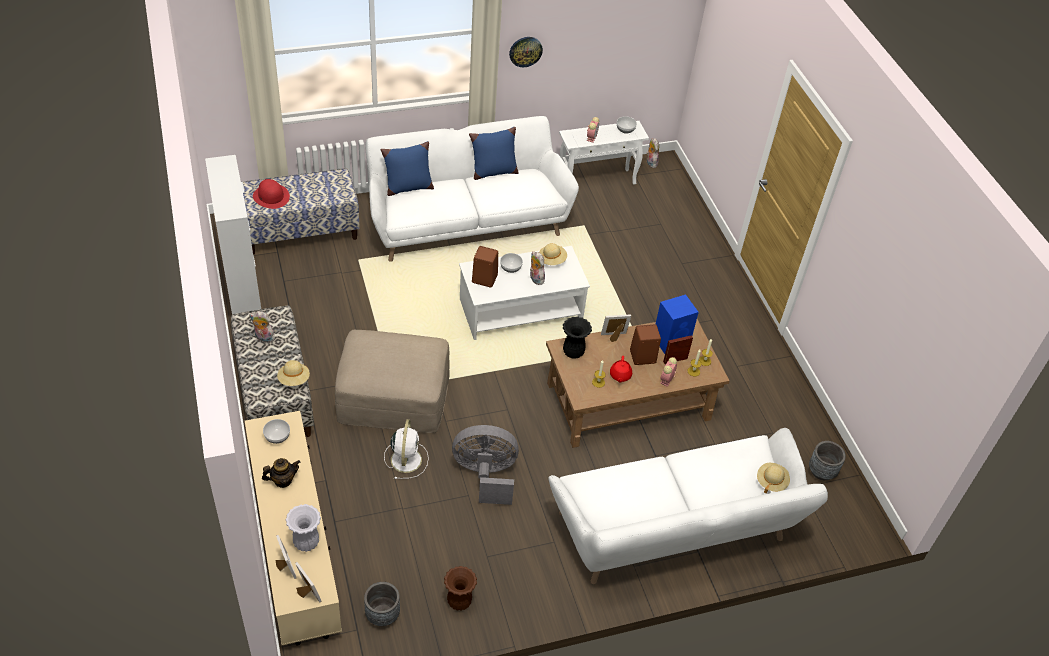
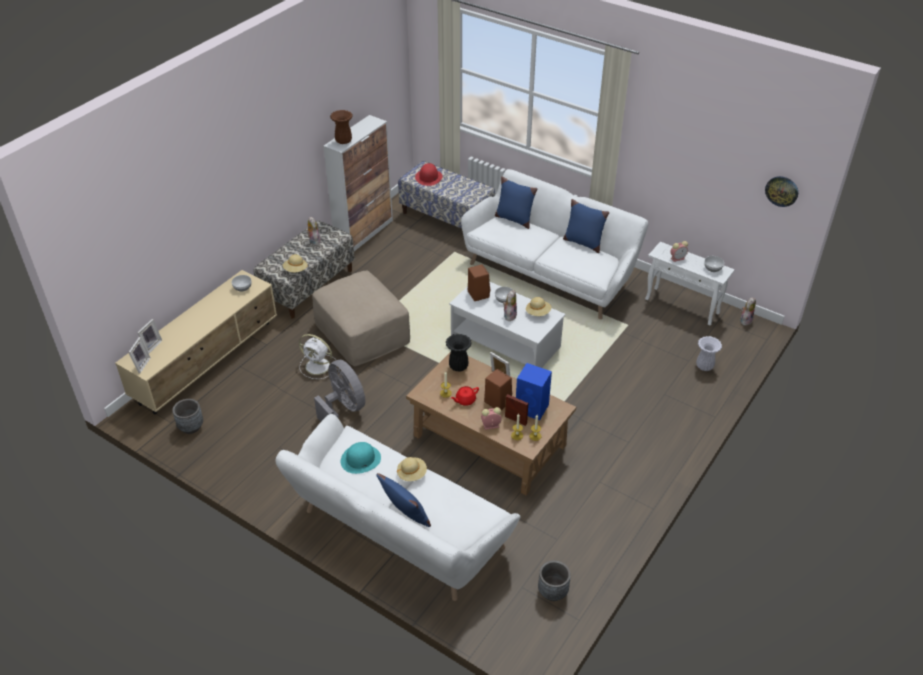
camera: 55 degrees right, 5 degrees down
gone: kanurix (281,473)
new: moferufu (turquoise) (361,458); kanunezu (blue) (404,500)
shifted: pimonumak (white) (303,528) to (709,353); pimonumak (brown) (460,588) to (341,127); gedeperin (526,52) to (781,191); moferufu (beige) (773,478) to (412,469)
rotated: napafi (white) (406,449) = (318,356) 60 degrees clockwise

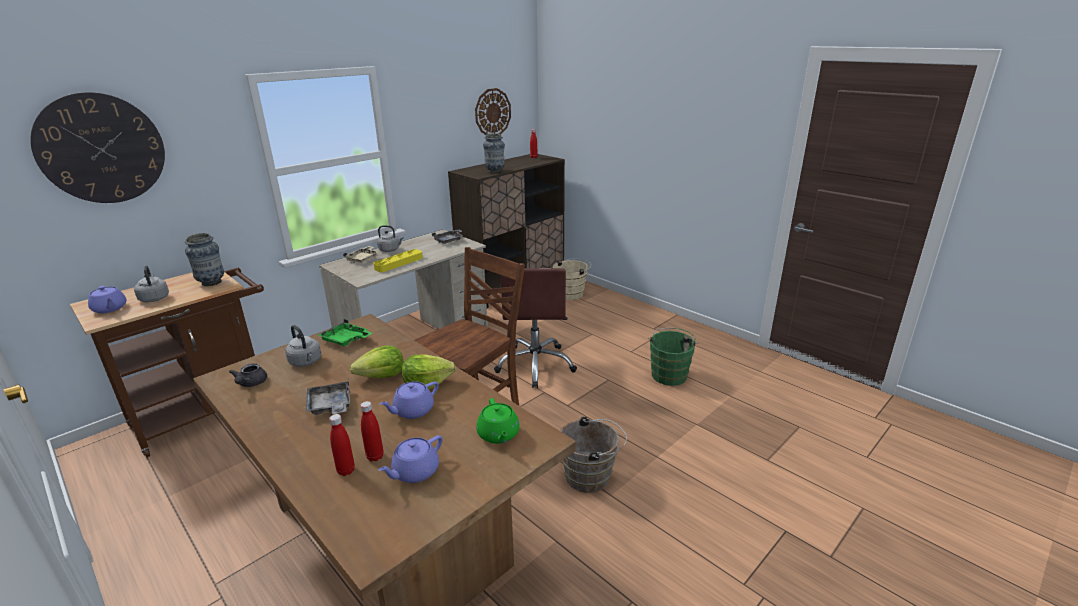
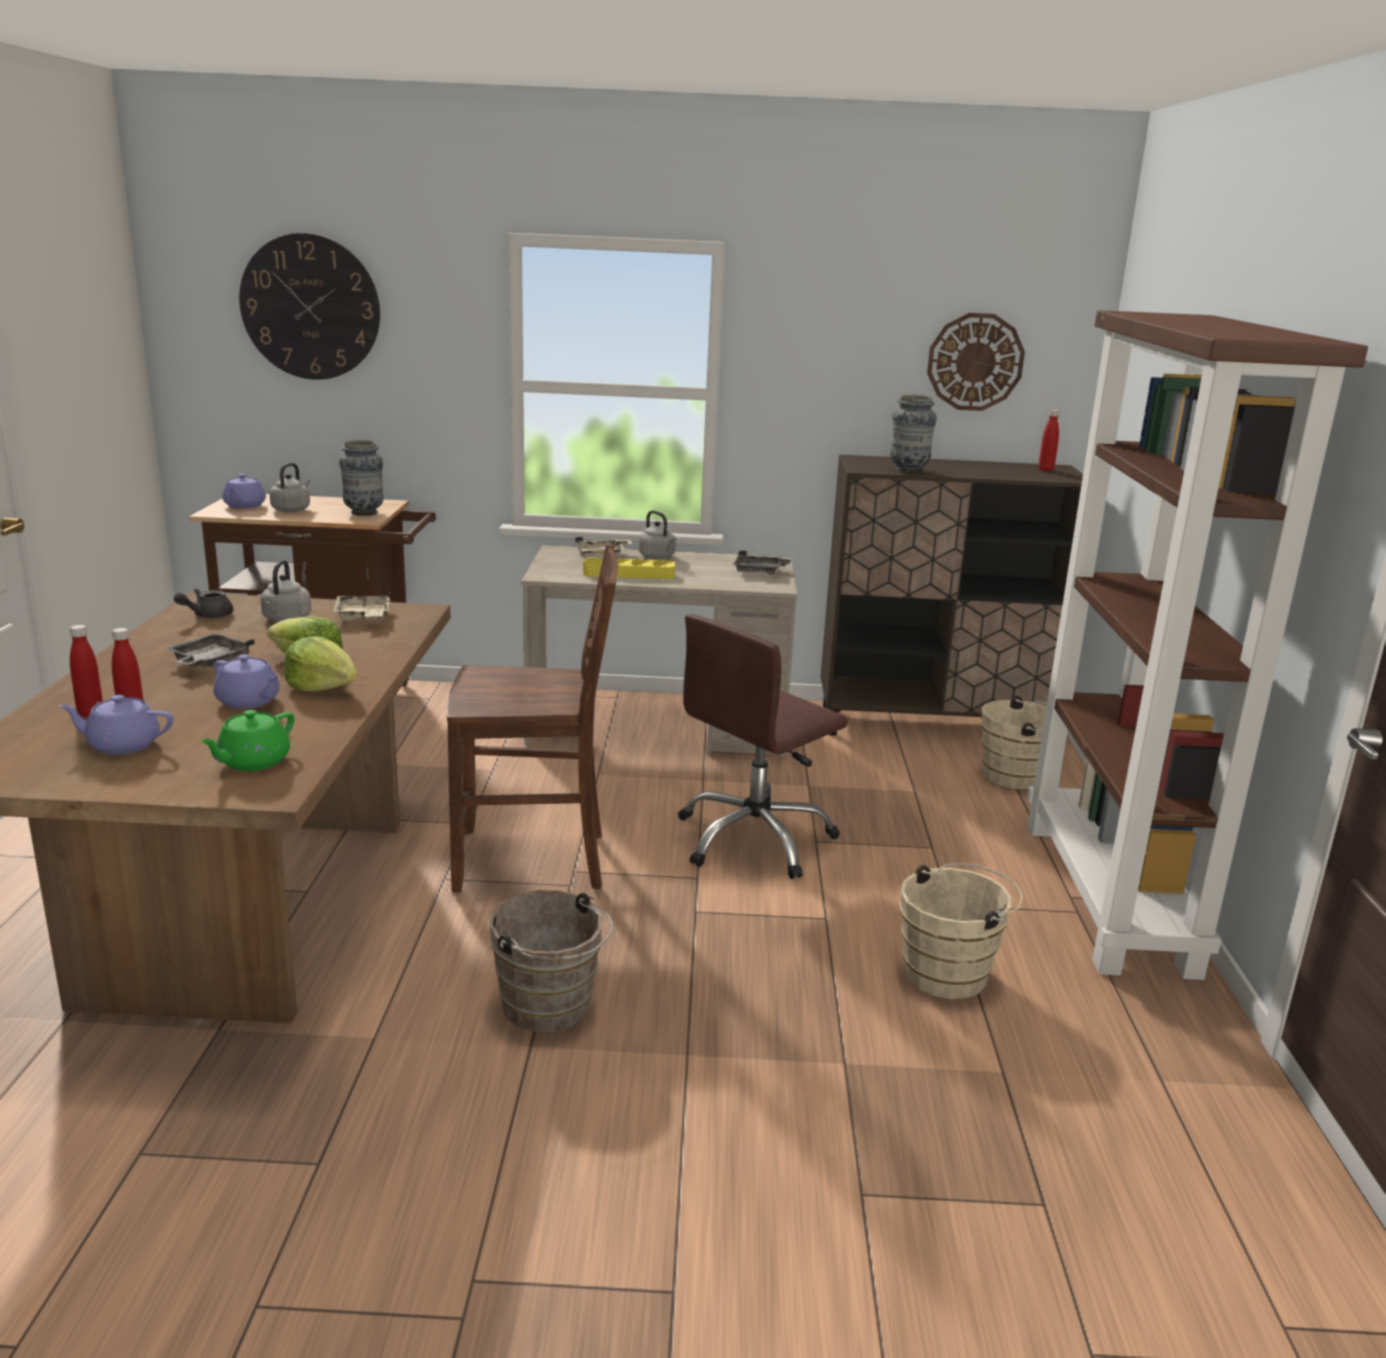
camera: 45 degrees right, 5 degrees down
new: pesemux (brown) (1197,645)
repainted: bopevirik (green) (345,332) to bopevirik (beige) (361,606); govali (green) (673,357) to govali (beige) (961,931)
rotated: kanurix (purple) (409,400) = (246,681) 150 degrees counterclockwise

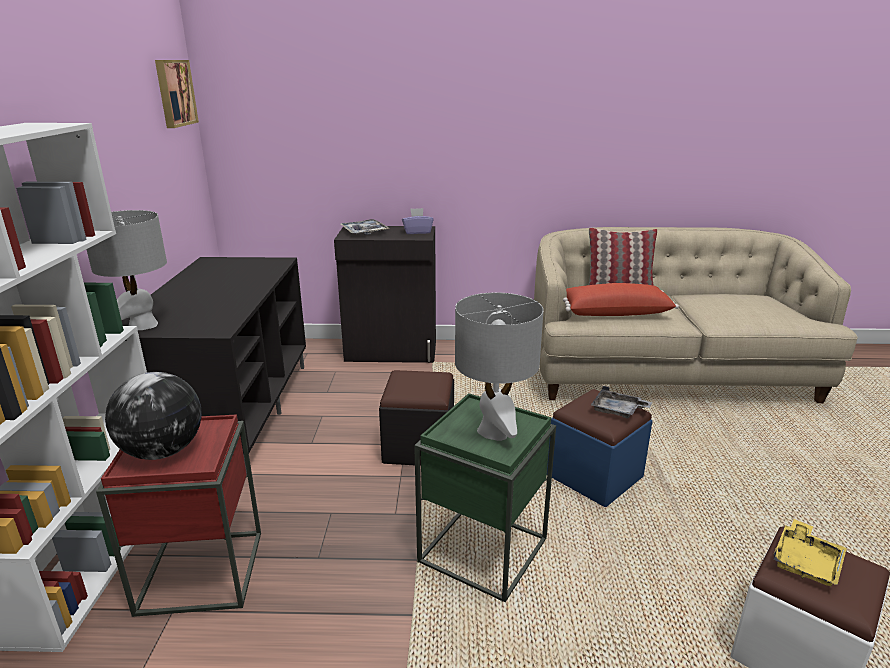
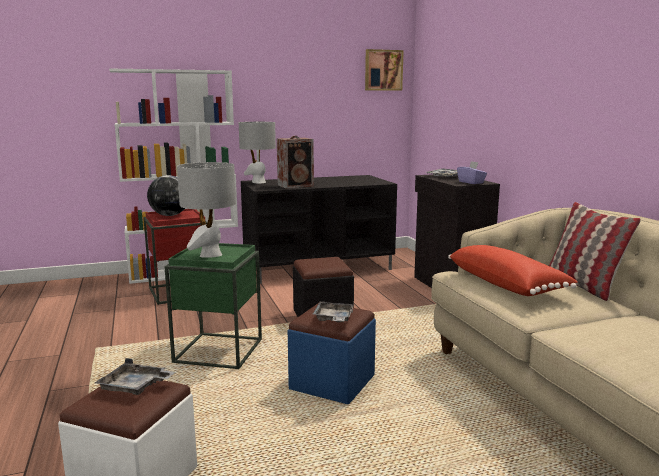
camera: 70 degrees right, 10 degrees down
new: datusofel (295,162)
repainted: bopevirik (yellow) (810,552) to bopevirik (grey) (135,376)

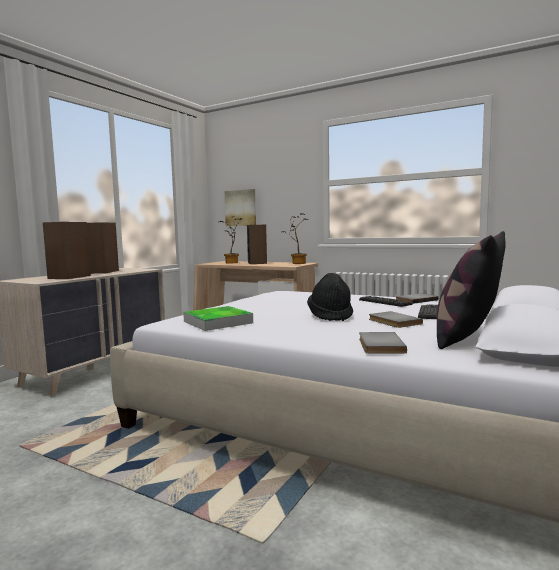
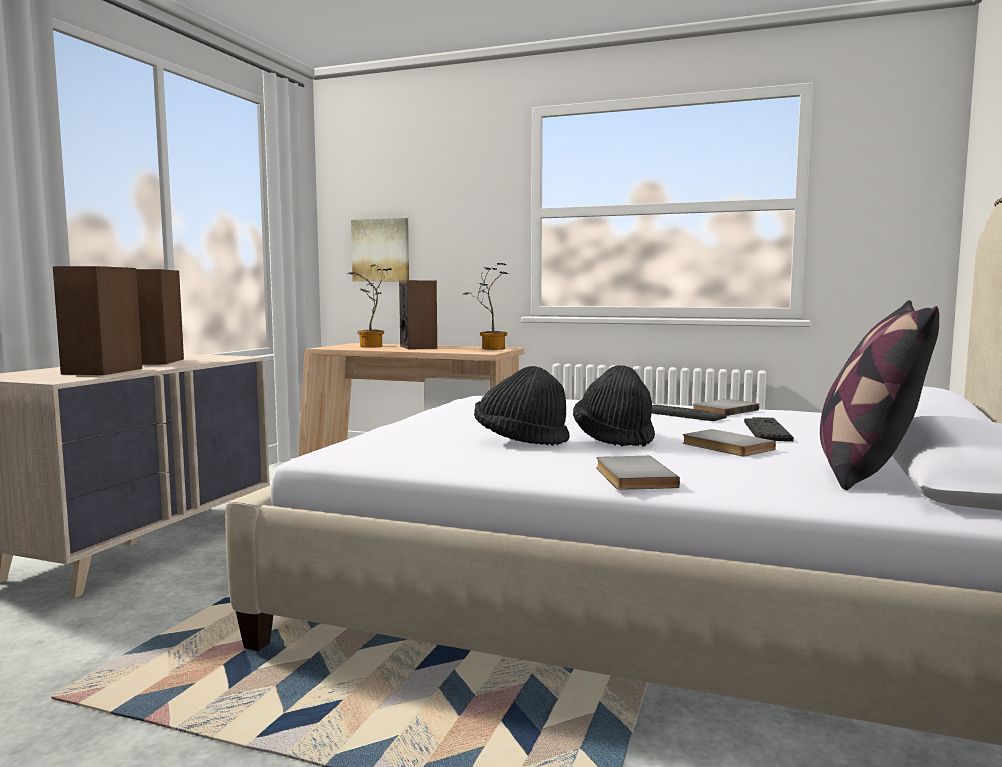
camera: 10 degrees left, 0 degrees up
gone: bopevirik (218,318)
new: moferufu (black) (521,406)
shifted: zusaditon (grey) (383,343) to (638,473)

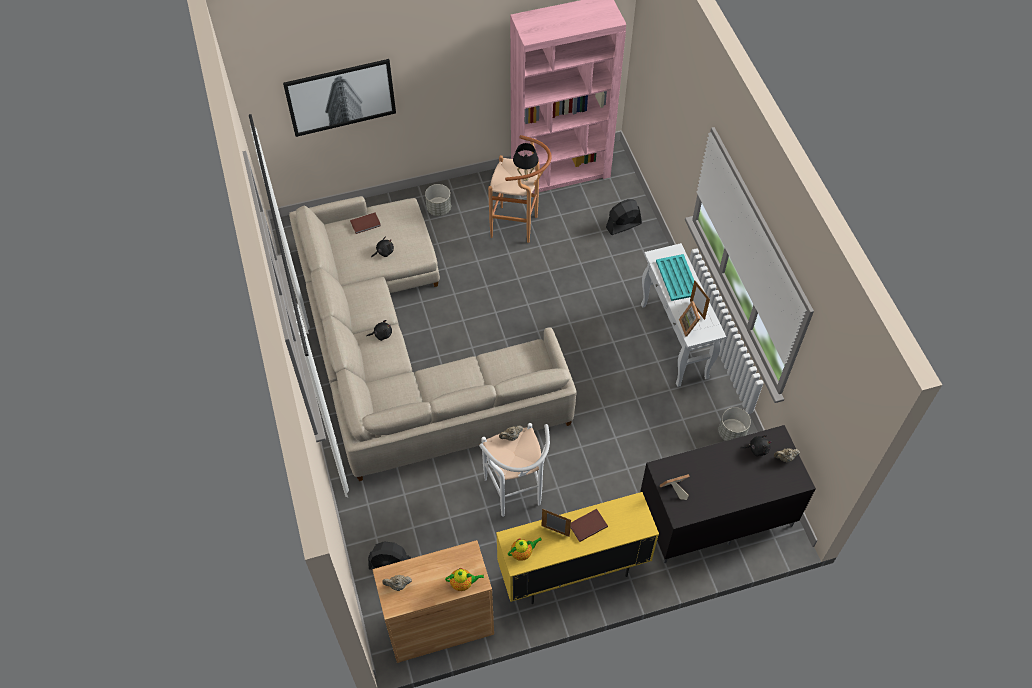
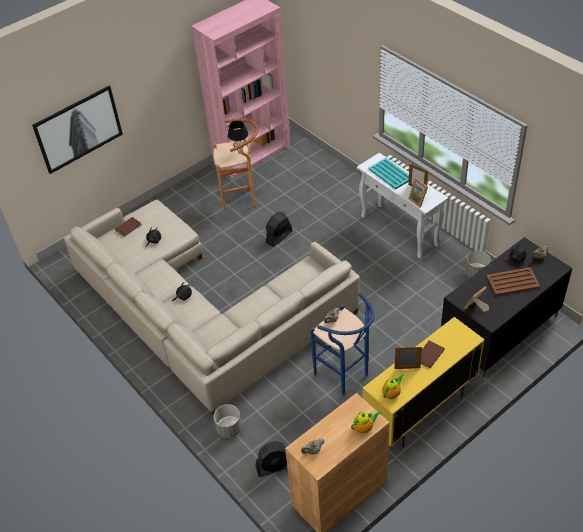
camera: 20 degrees left, 10 degrees down
new: bopevirik (brown) (513,281)
shifted: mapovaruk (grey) (438,200) to (228,421); napafi (black) (624,217) to (279,229)
repainted: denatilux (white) (514,470) to denatilux (blue) (342,344)

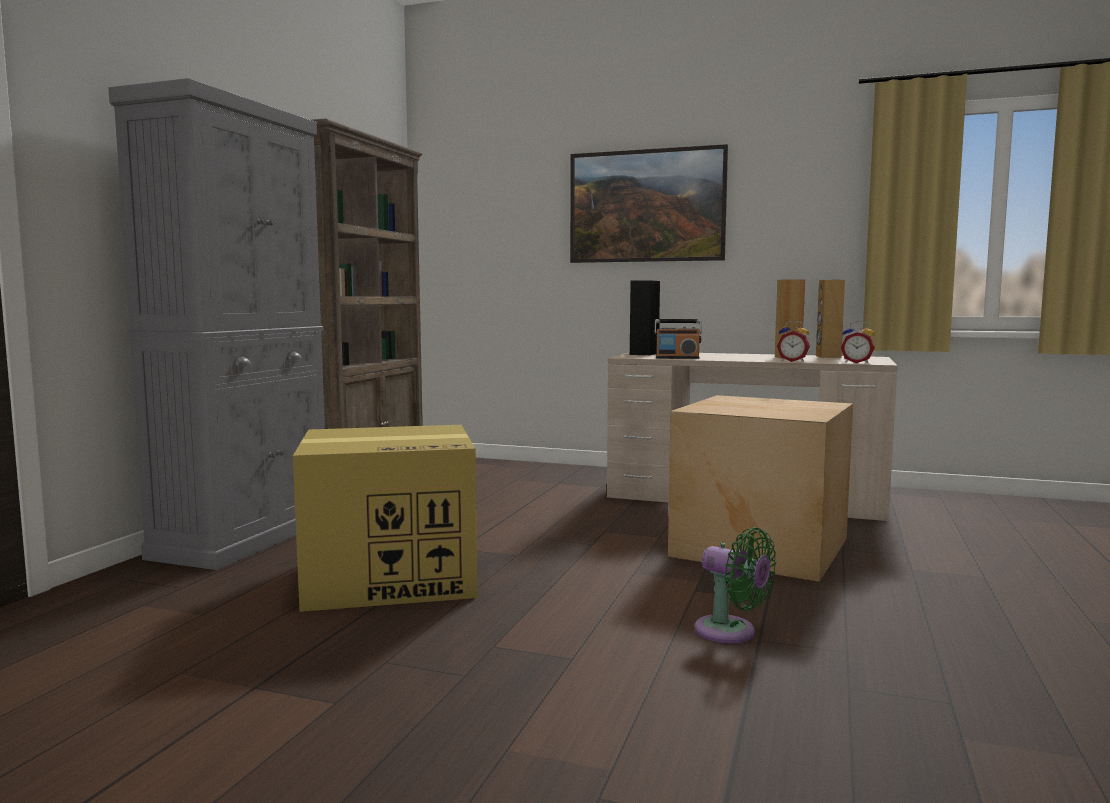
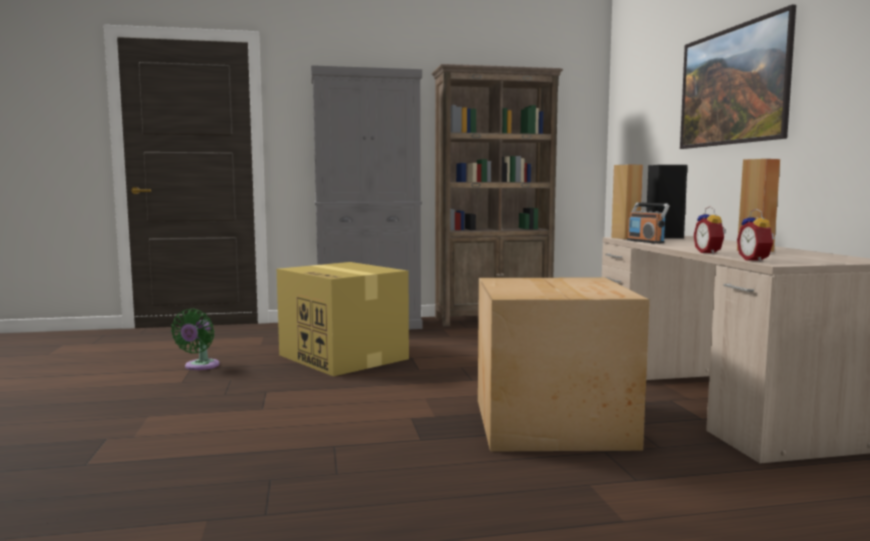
camera: 60 degrees right, 0 degrees up
shifted: napafi (green) (735,585) to (195,339); datusofel (brown) (830,319) to (627,201)

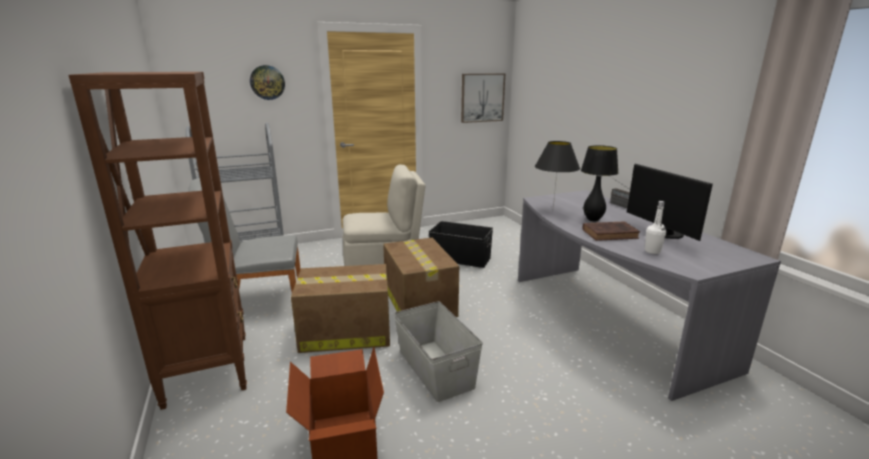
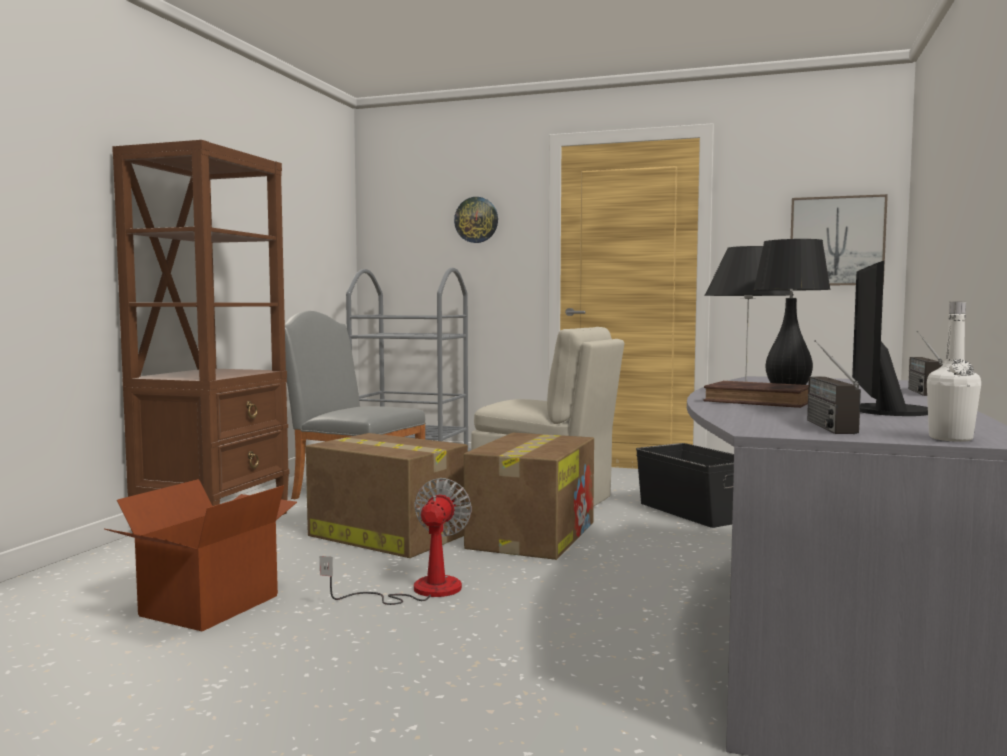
camera: 40 degrees right, 15 degrees down
new: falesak (834,387)
shifted: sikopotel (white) (655,227) to (954,372)
swapped: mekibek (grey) (438,351) to napafi (396,541)

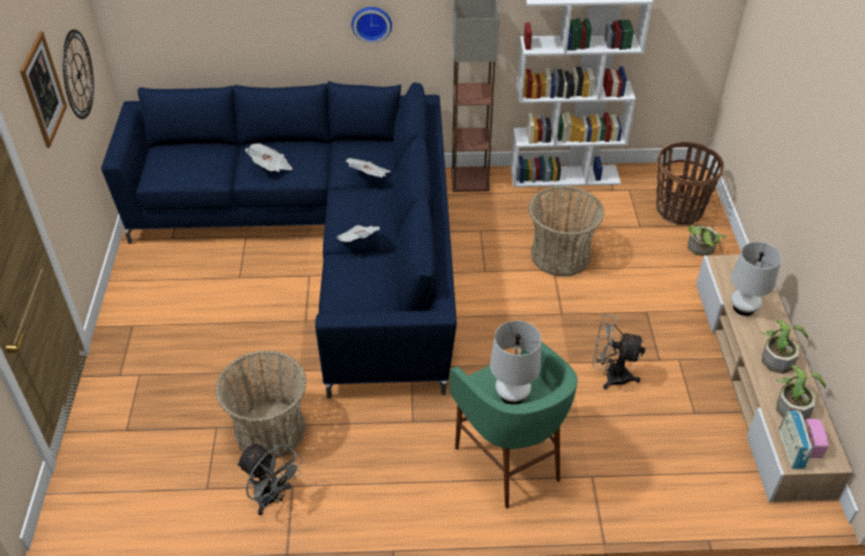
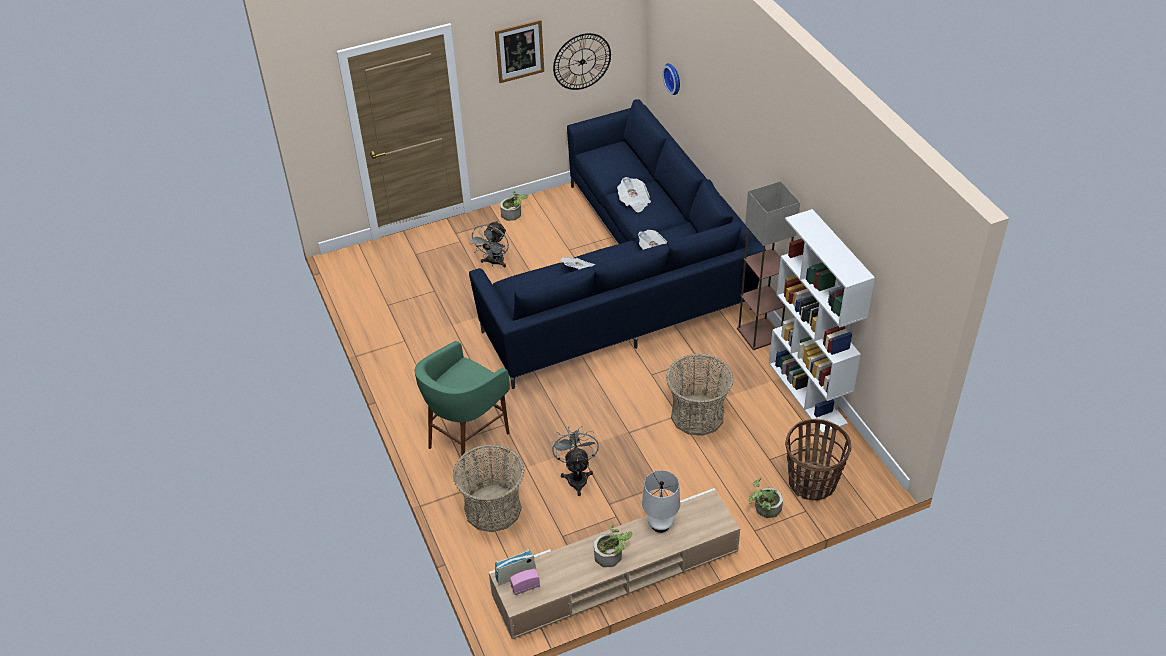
camera: 70 degrees right, 0 degrees up
gone: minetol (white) (515,362)
shifted: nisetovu (261,404) to (488,488); napafi (grey) (270,479) to (489,244); gedeperin (371,25) to (671,79); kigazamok (800,393) to (514,205)

